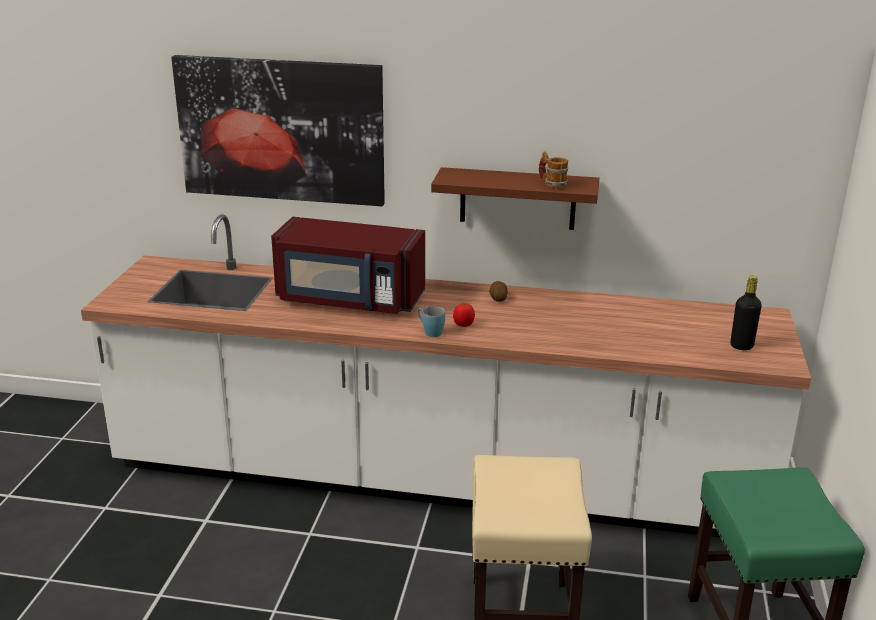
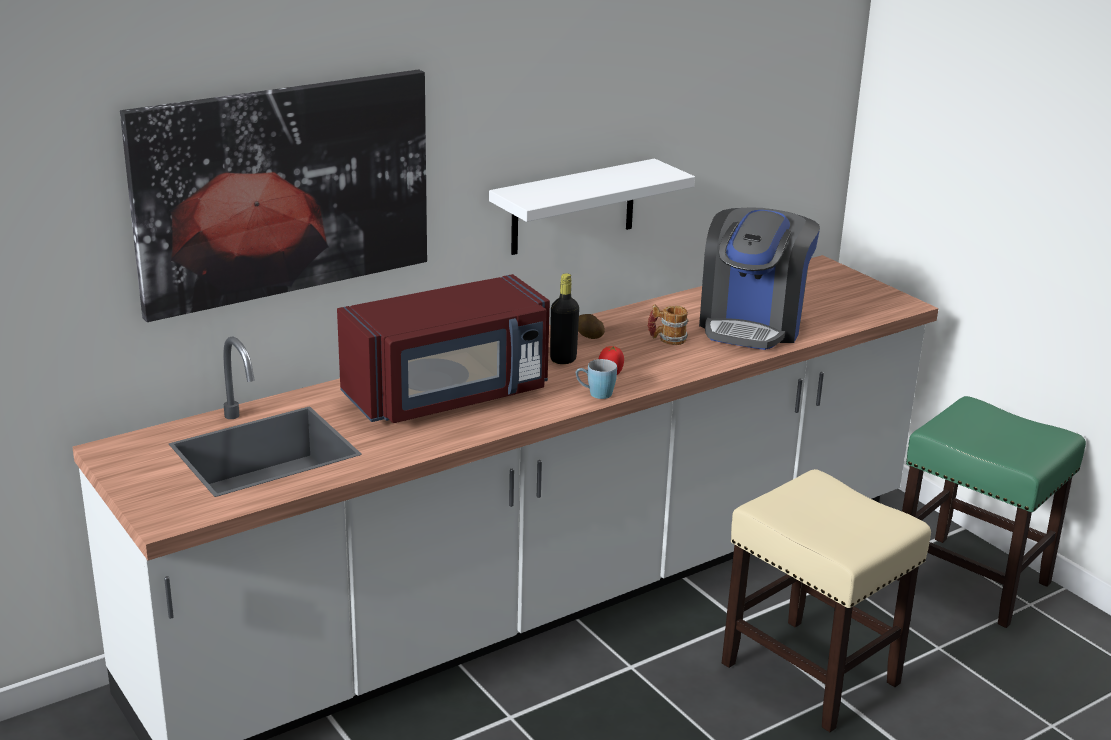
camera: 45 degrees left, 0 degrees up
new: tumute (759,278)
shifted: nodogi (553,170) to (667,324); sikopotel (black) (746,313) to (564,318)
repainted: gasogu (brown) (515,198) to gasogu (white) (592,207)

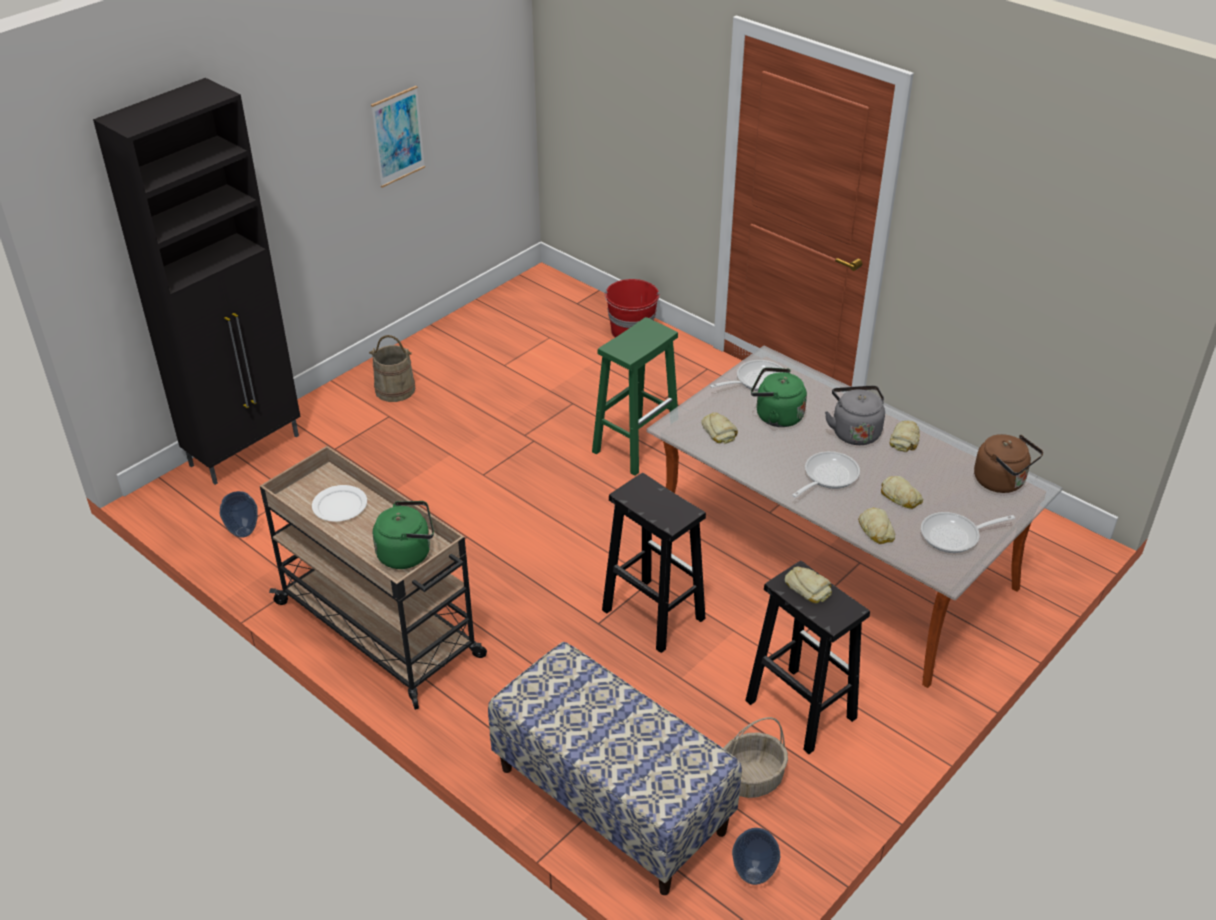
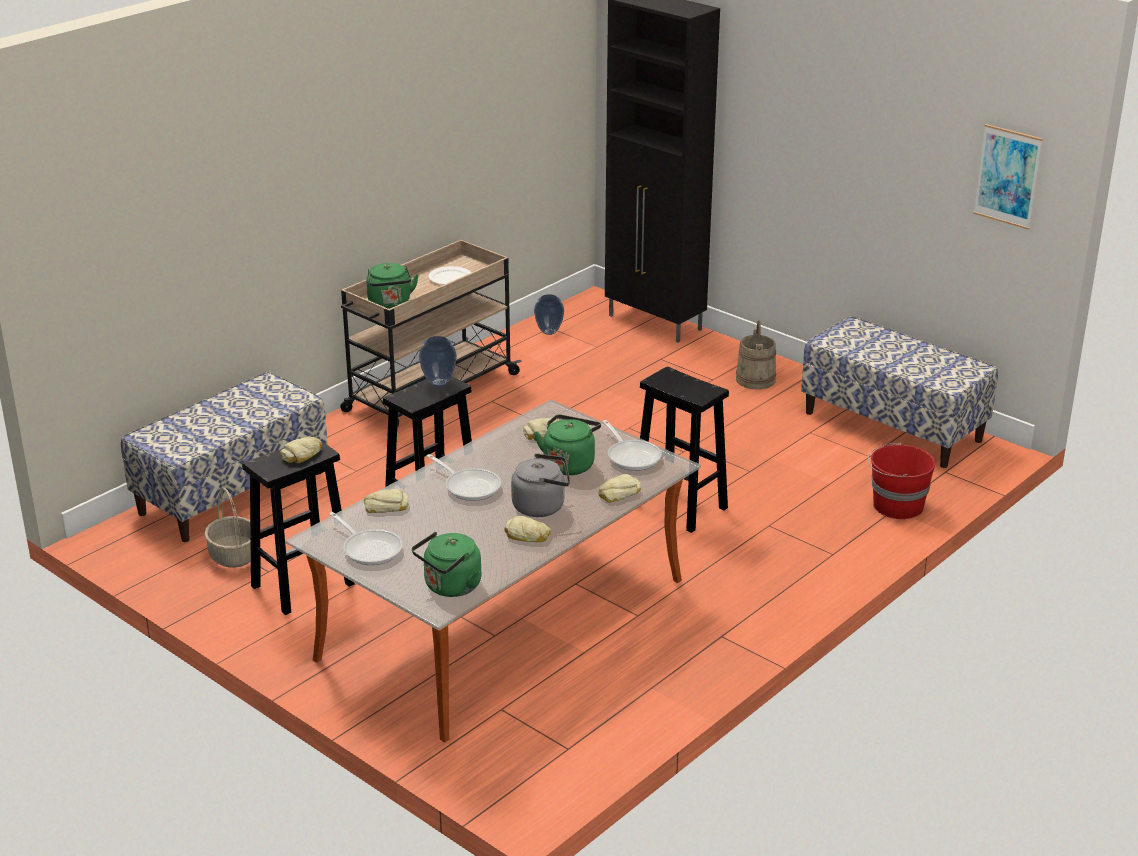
camera: 90 degrees right, 10 degrees down
new: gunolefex (899,392)
shifted: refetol (398,137) to (1007,177); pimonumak (756,856) to (438,361); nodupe (902,492) to (619,488)
repainted: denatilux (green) (635,396) to denatilux (black) (684,450); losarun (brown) (1008,463) to losarun (green) (446,564)
rotated: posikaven (968,532) = (366,538) 150 degrees clockwise

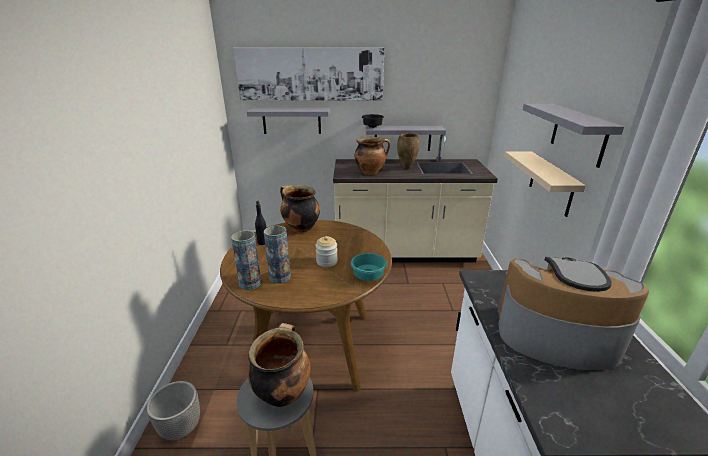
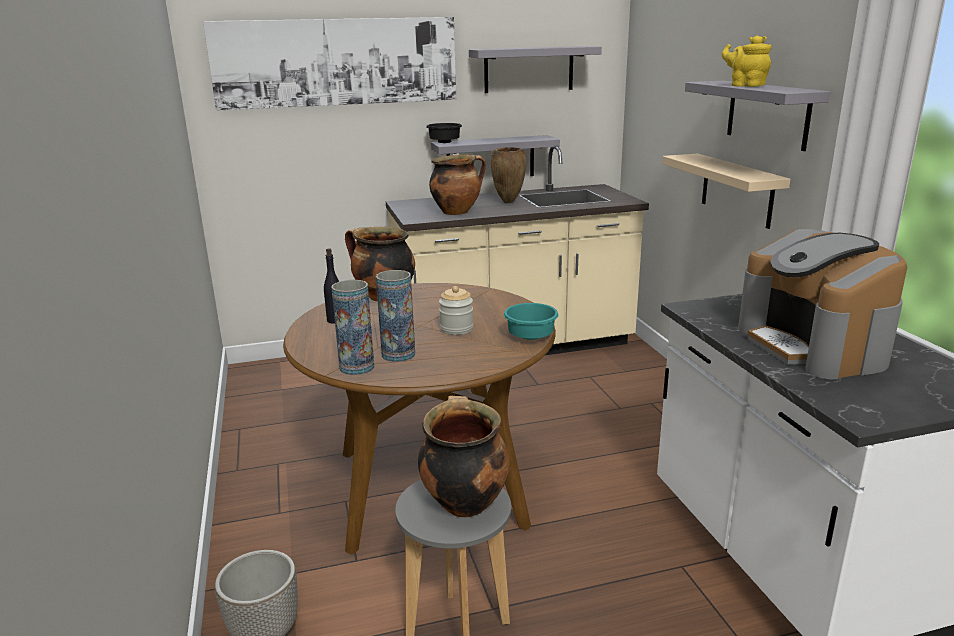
camera: 15 degrees left, 5 degrees down
new: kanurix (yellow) (747,61)
shifted: gasogu (grey) (288,121) to (535,69)
rotated: tumute (573,313) = (822,304) 105 degrees counterclockwise

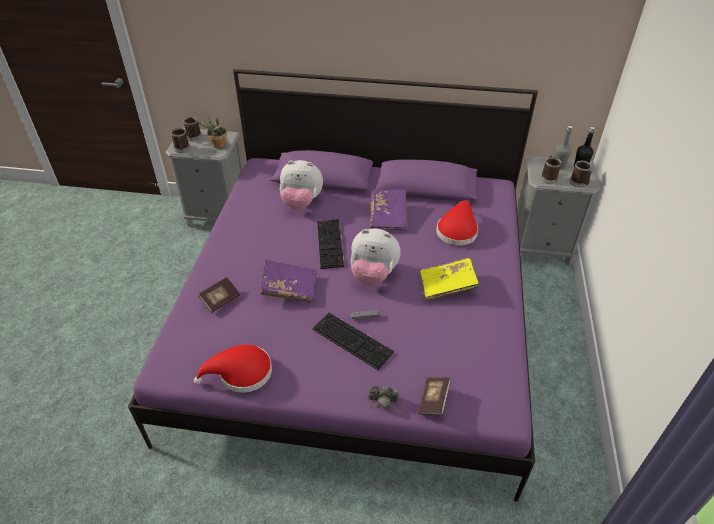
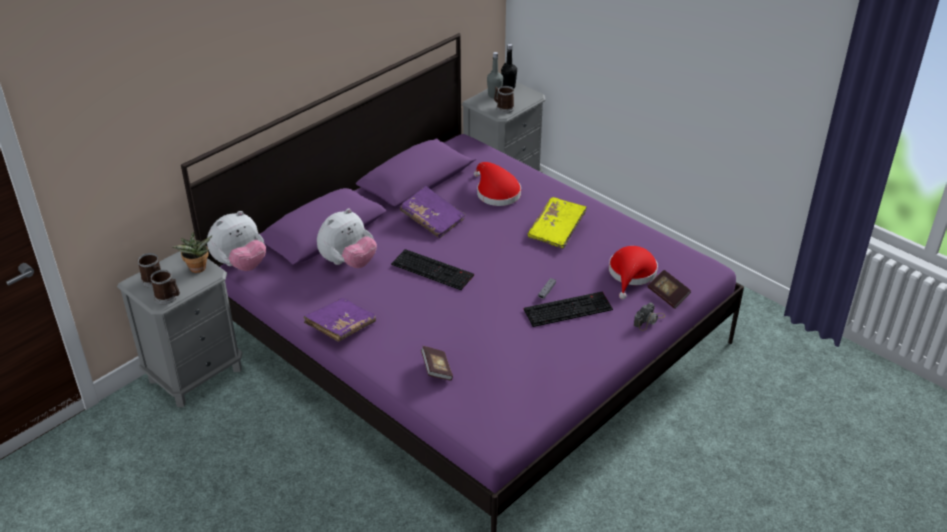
camera: 55 degrees left, 5 degrees down
gone: nodogi (580,174)
shifted: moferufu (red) (233,368) to (633,272); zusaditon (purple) (288,281) to (339,319); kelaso (376,256) to (236,241)

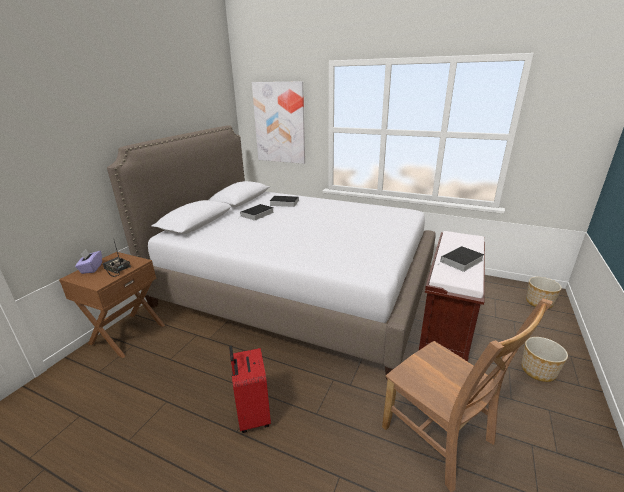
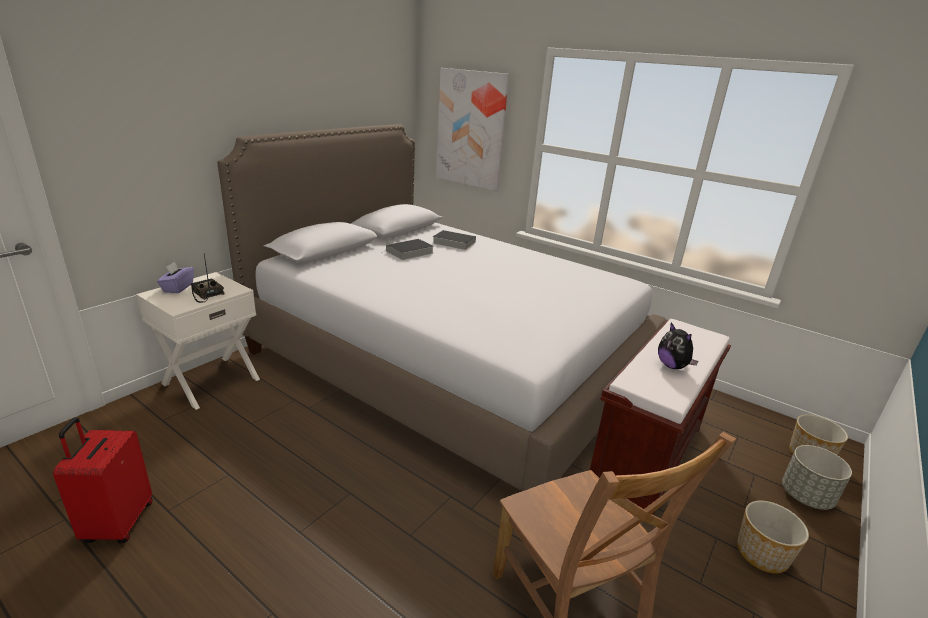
camera: 10 degrees right, 0 degrees up
new: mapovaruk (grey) (817,477)
shifted: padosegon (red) (250,389) to (102,480)
swapped: zusaditon (461,259) to kelaso (678,345)
repainted: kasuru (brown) (112,305) to kasuru (white) (198,341)

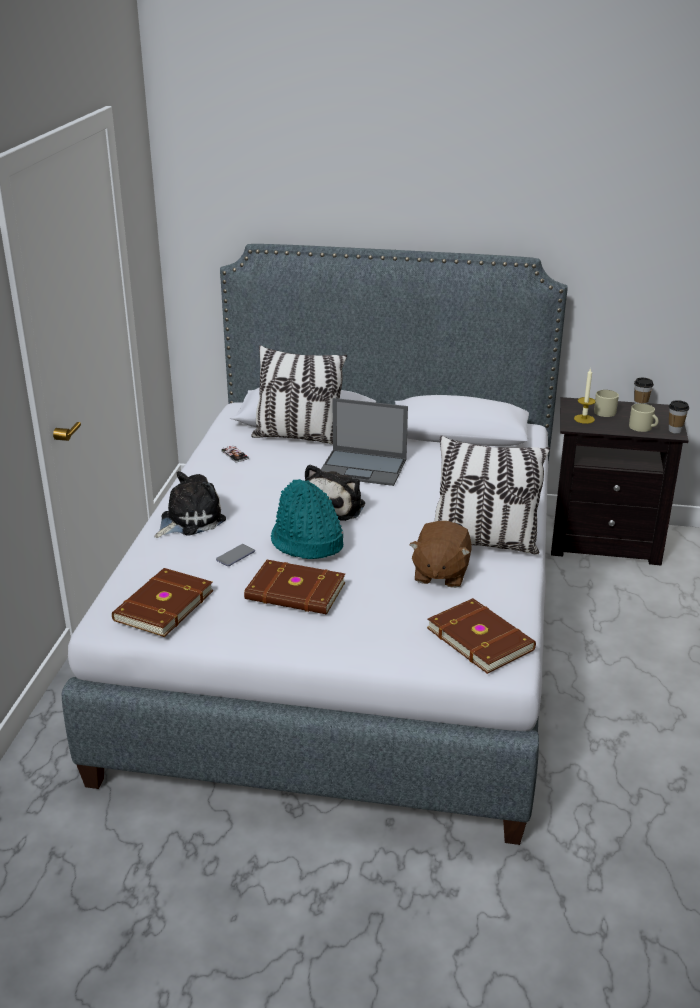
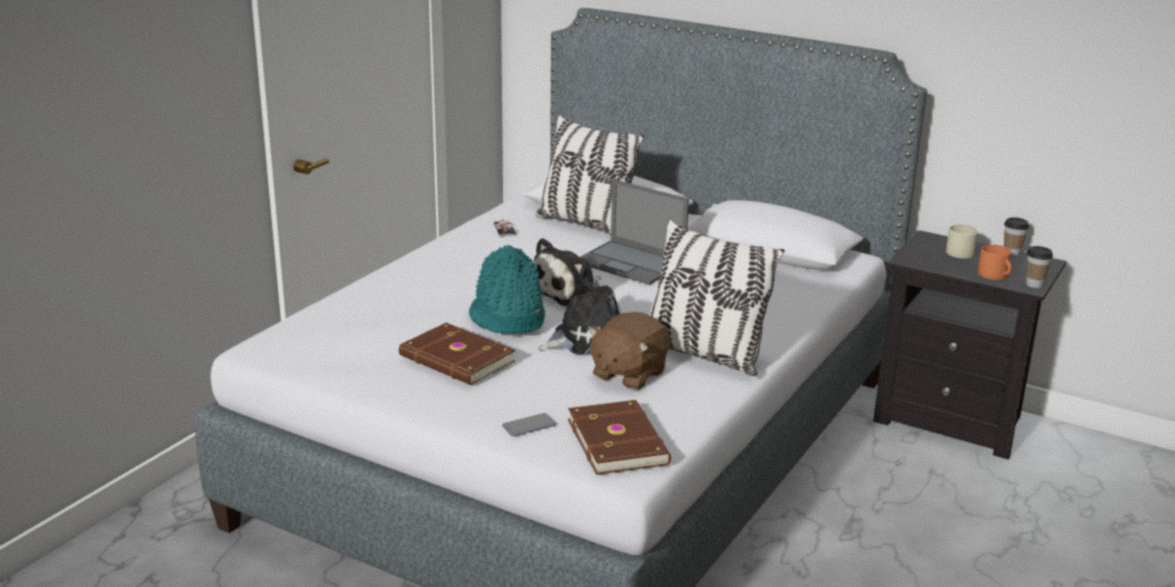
camera: 20 degrees right, 5 degrees down
gone: zusaditon (brown) (162,602); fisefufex (584,396)
shifted: kelaso (190,504) to (579,316); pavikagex (235,555) to (529,425)
repainted: nodogi (beige) (644,417) to nodogi (orange) (995,262)

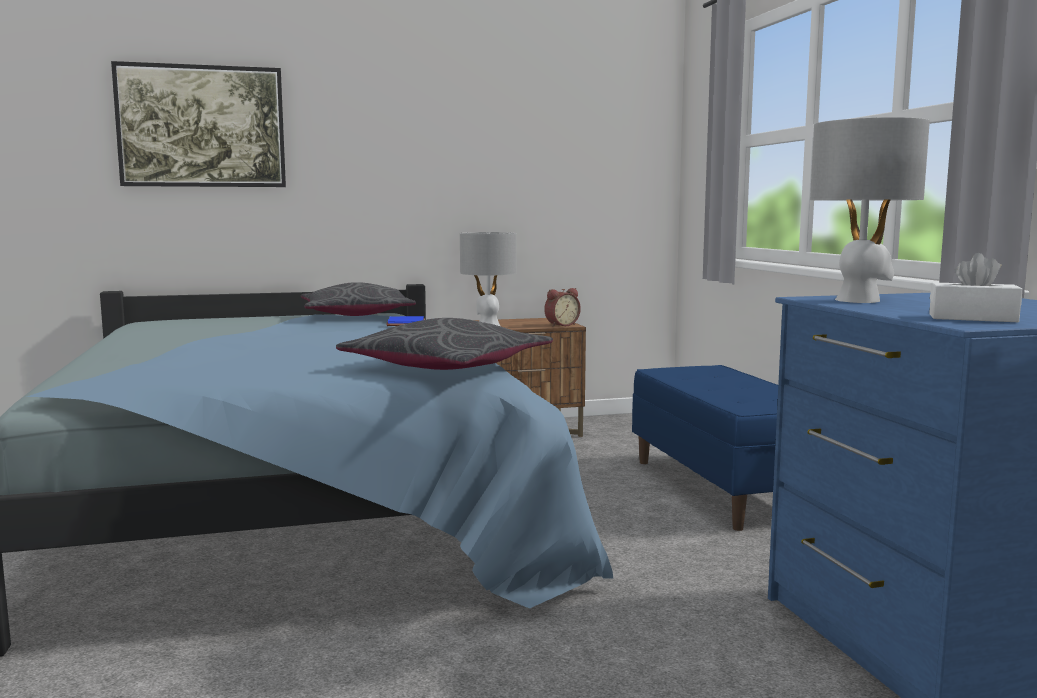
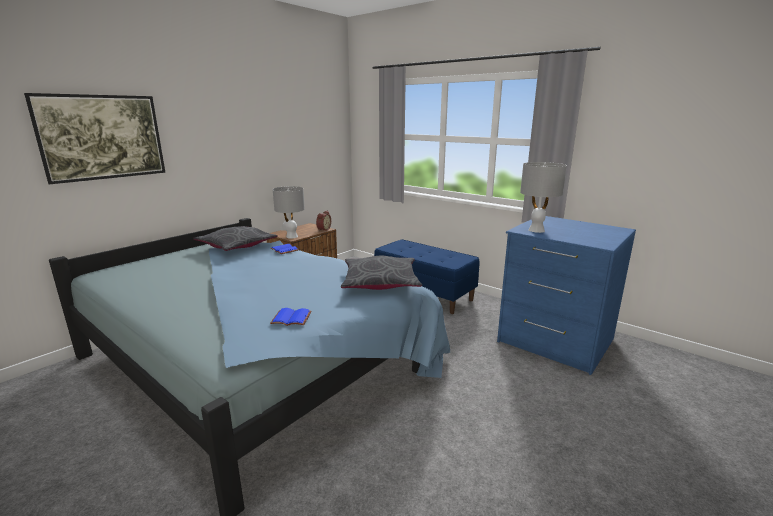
camera: 35 degrees left, 10 degrees up
gone: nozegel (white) (975,287)
new: zusaditon (blue) (291,317)

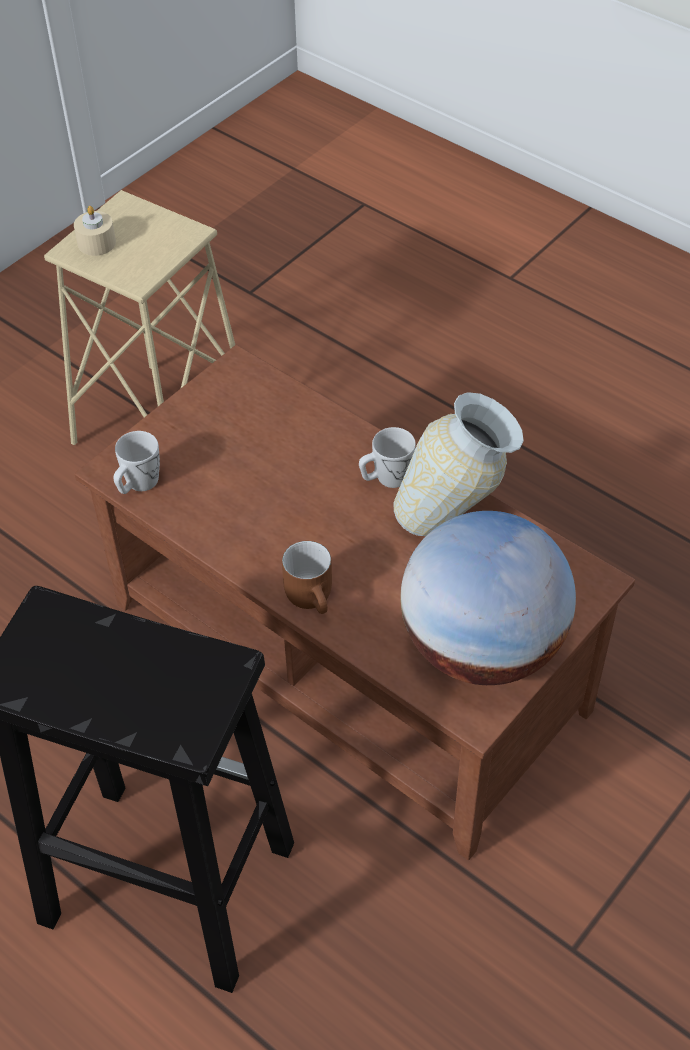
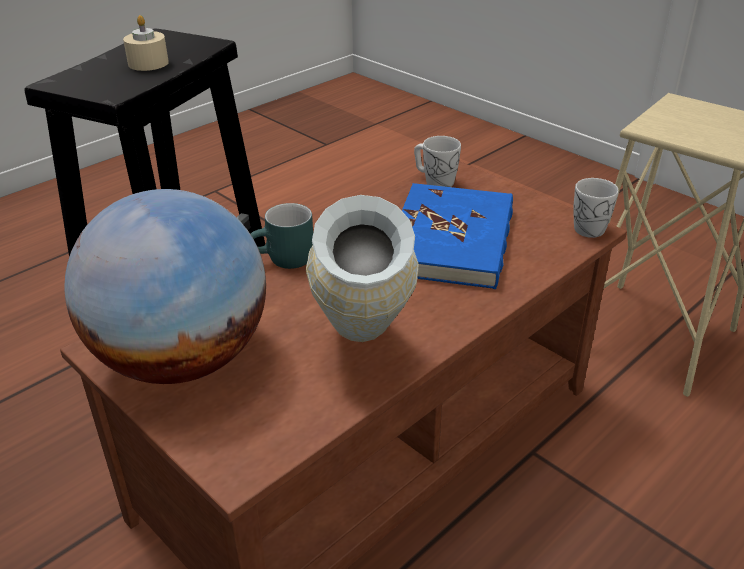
camera: 95 degrees right, 15 degrees down
new: zusaditon (blue) (457,236)
shifted: fisefufex (beige) (95,231) to (146,43); nodogi (white) (387,457) to (596,208)
repainted: nodogi (brown) (307,577) to nodogi (turquoise) (281,236)

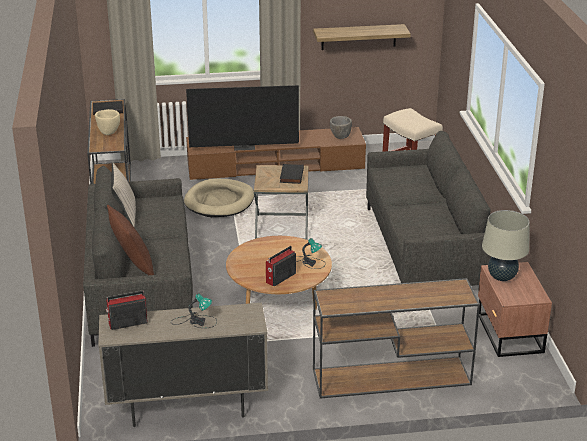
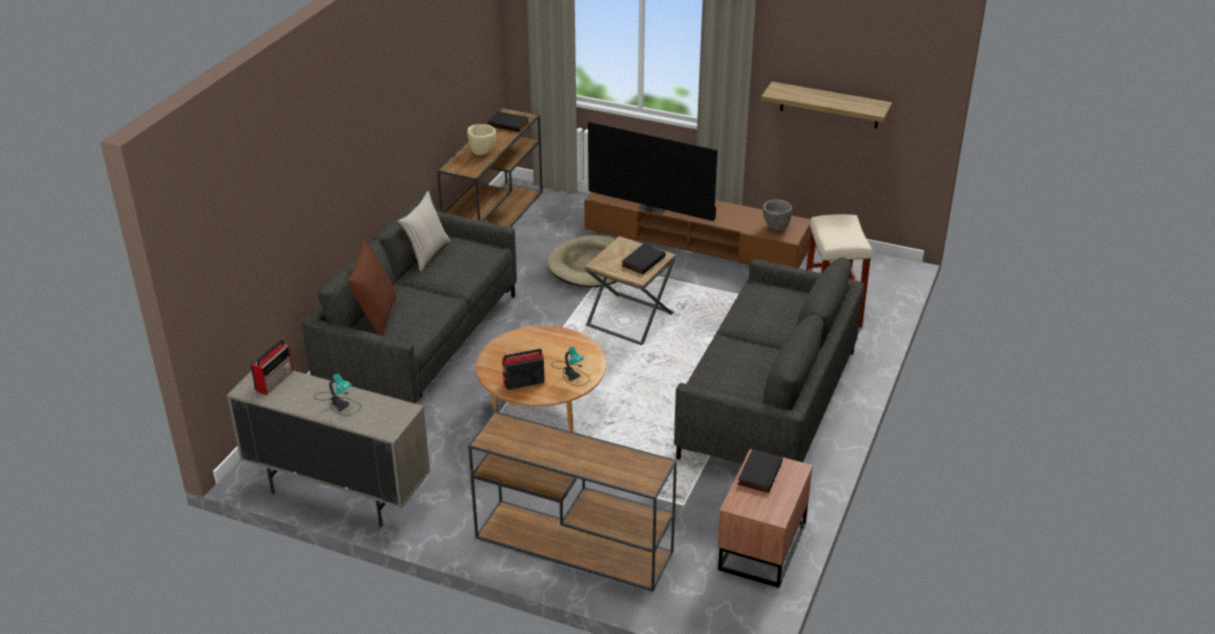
camera: 30 degrees right, 5 degrees up
swapped: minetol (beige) (505,245) to zusaditon (black) (760,471)
rotated: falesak (127,310) = (271,367) 105 degrees clockwise

